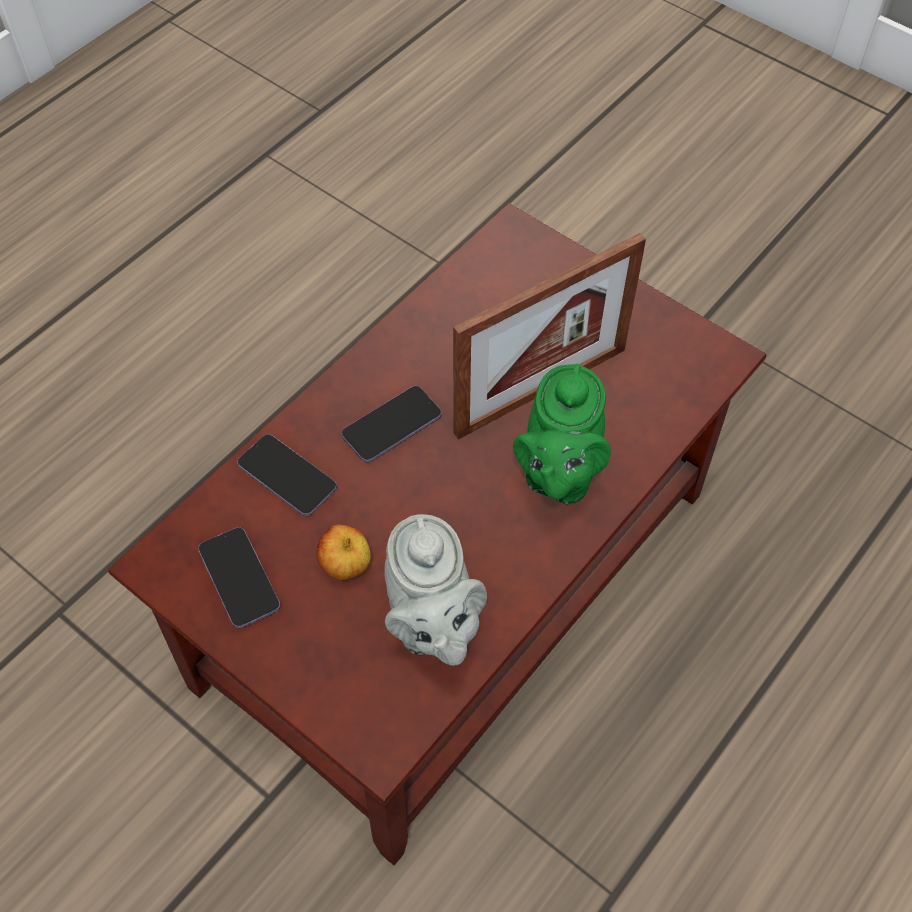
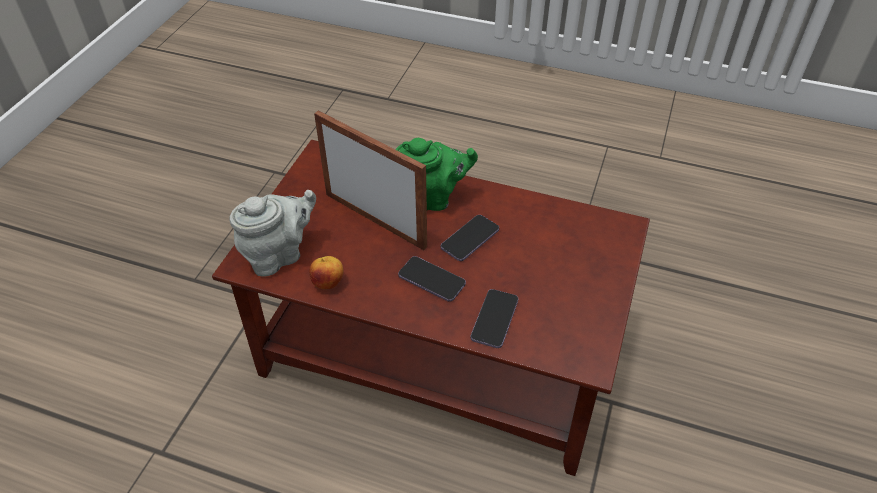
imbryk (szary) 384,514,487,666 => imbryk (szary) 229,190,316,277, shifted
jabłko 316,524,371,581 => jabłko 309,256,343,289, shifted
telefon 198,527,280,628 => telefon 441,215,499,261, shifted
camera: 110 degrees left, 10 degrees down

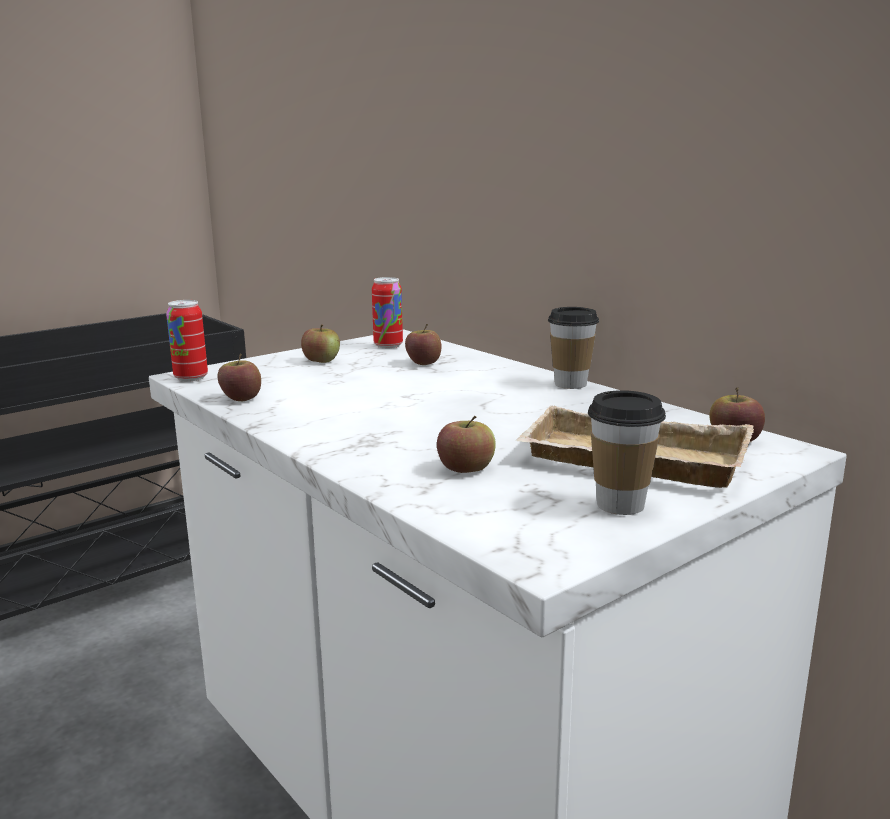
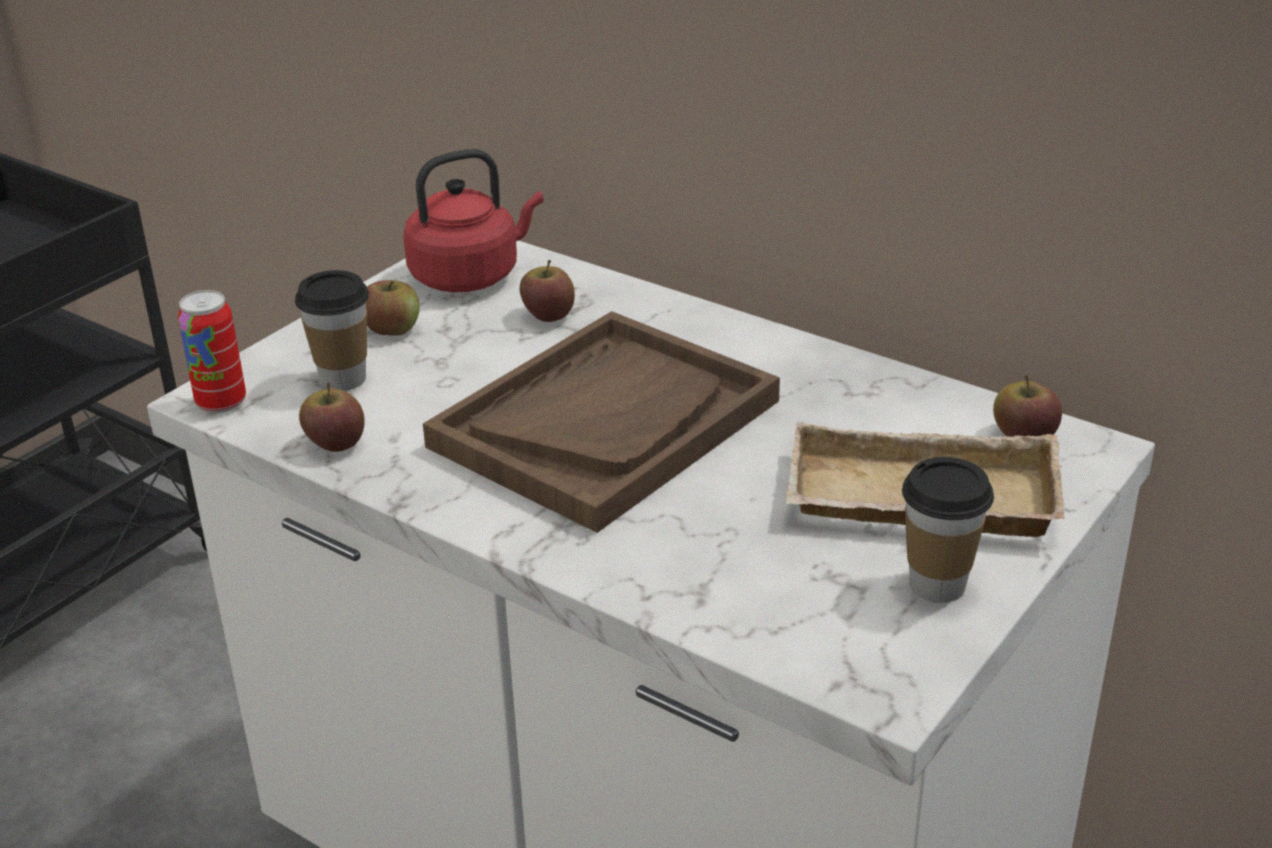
puszka 372,277,403,349 => czajnik (czerwony) 403,149,543,292
filiżanka 548,307,599,389 => filiżanka 295,270,369,391, shifted
jabłko 437,416,496,473 => nothing
nothing => taca (brązowy) 423,311,780,533
camera: 15 degrees left, 15 degrees up

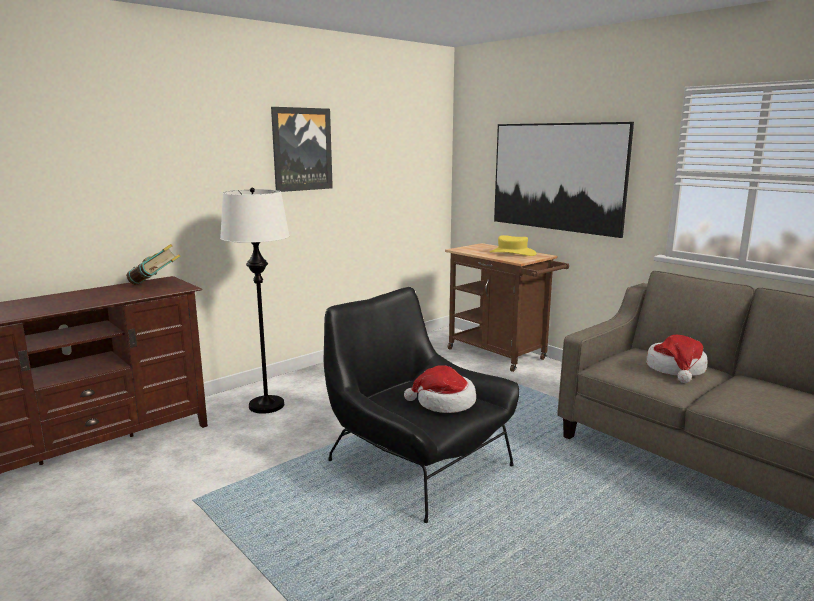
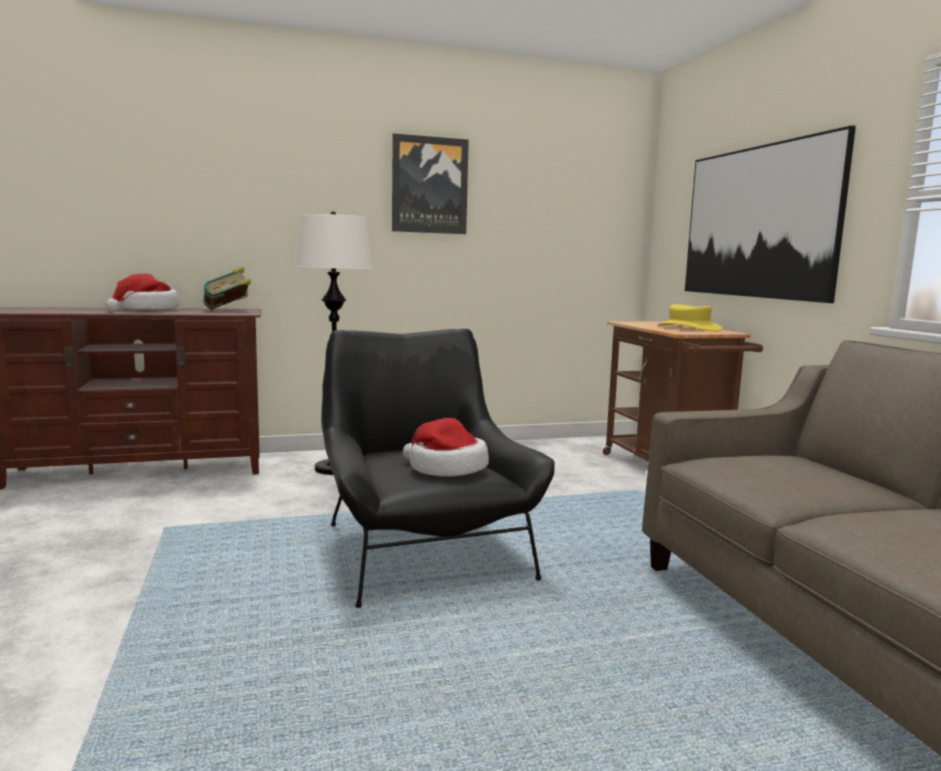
kapelusz 647,335,708,383 => kapelusz 105,273,180,312, shifted
camera: 25 degrees right, 5 degrees down

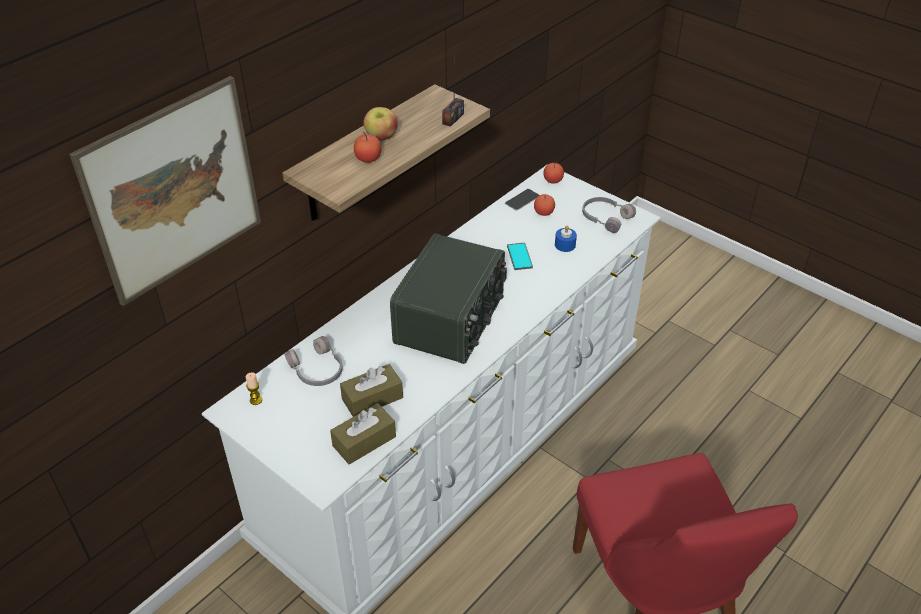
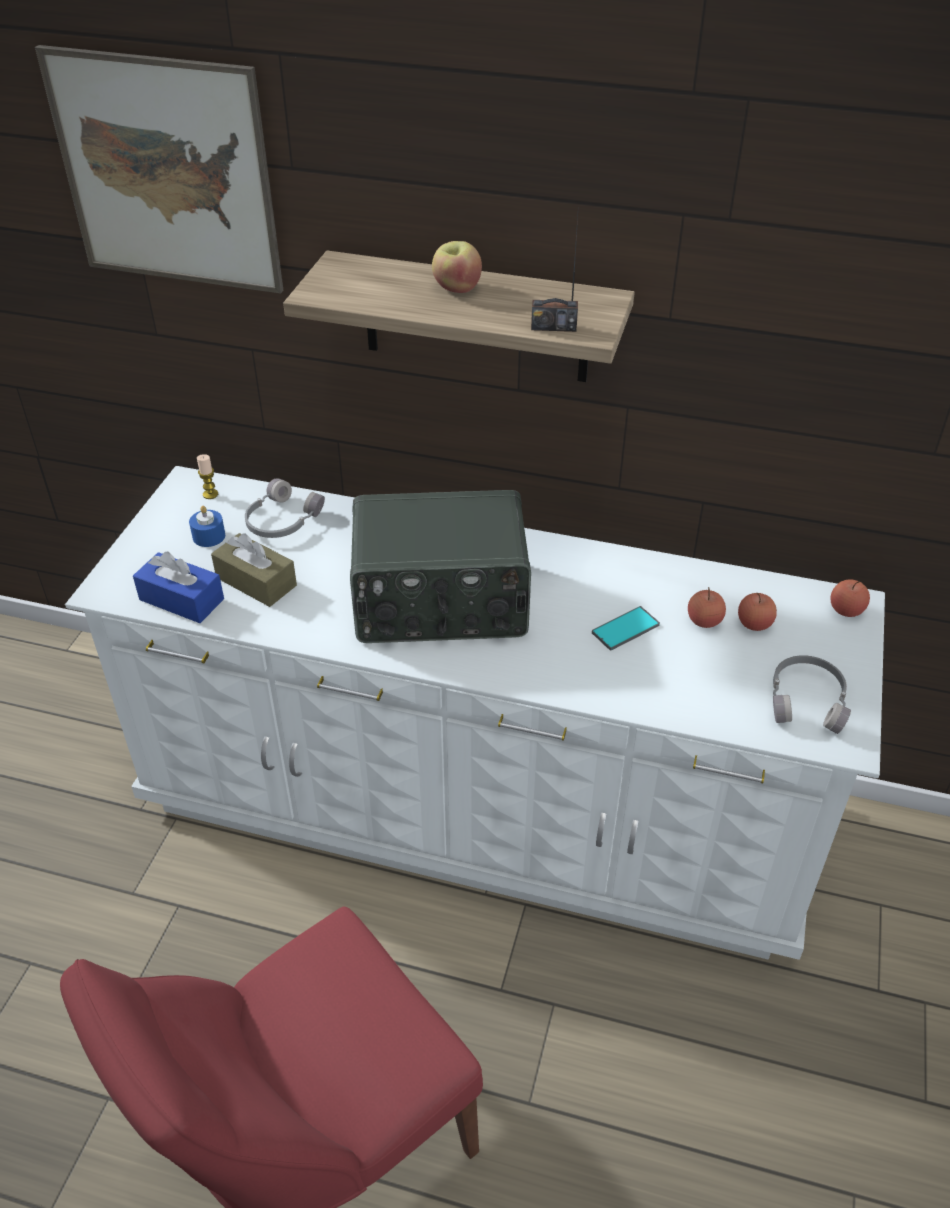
jabłko 354,132,381,163 => jabłko 688,587,726,628, shifted
telefon 505,189,539,211 => nothing
świeca (niebieski) 555,225,577,252 => świeca (niebieski) 189,506,225,547, shifted
pudełko chusteczek (brązowy) 330,403,396,465 => pudełko chusteczek (niebieski) 133,552,224,623
camera: 65 degrees right, 0 degrees up

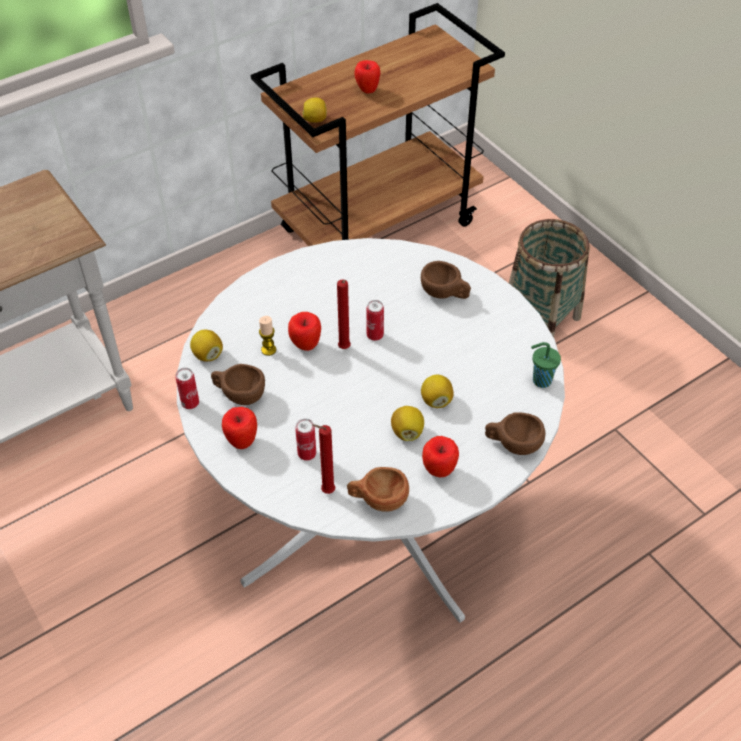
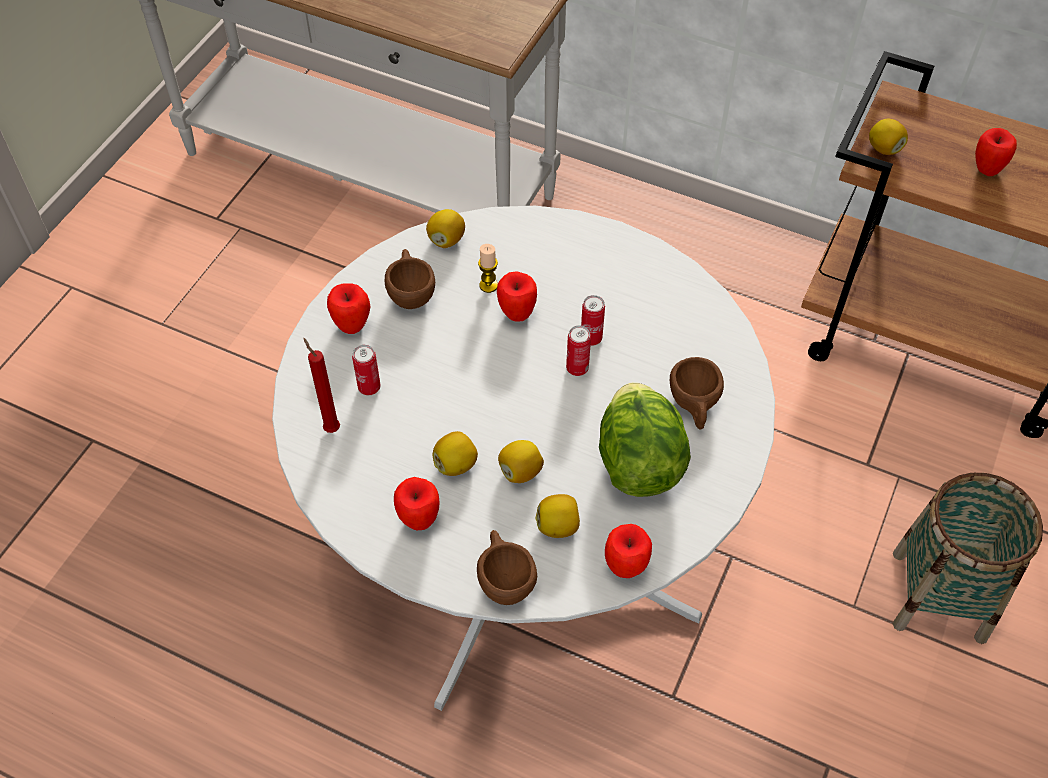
świeca (czerwony) 337,279,351,349 => nothing
filiżanka (zielony) 531,342,561,388 => jabłko 605,524,652,578
puszka 176,368,199,409 => puszka 581,295,605,346, shifted
filiżanka (brązowy) 347,467,409,512 => nothing
nothing => sałata 599,382,691,497
nothing => cytryna 536,494,580,538
camera: 60 degrees right, 5 degrees up

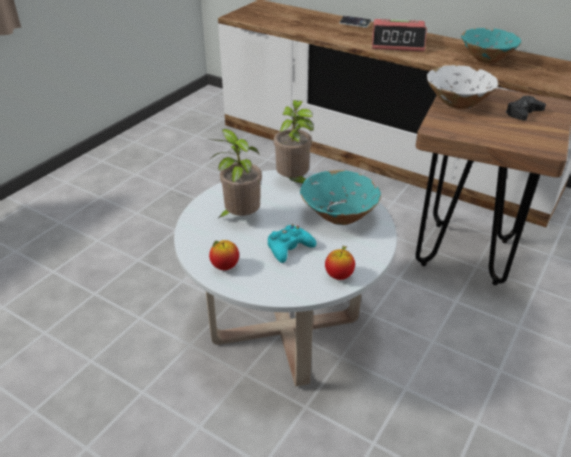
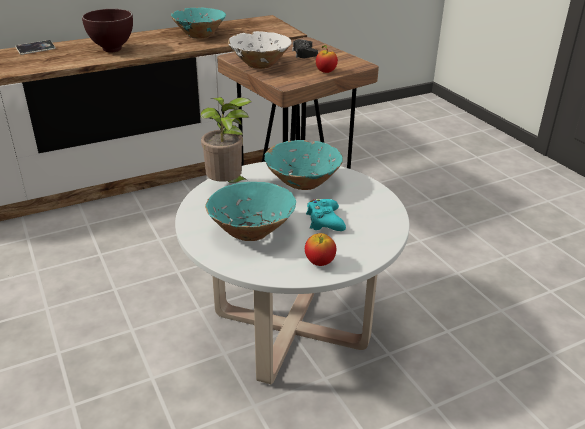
budzik 372,19,427,51 => miska (brązowy) 82,9,133,53
roślina doniczkowa 208,129,262,219 => miska (turkusowy) 205,182,296,241
jabłko 325,246,355,280 => jabłko 316,45,338,73, shifted
camera: 60 degrees left, 5 degrees down

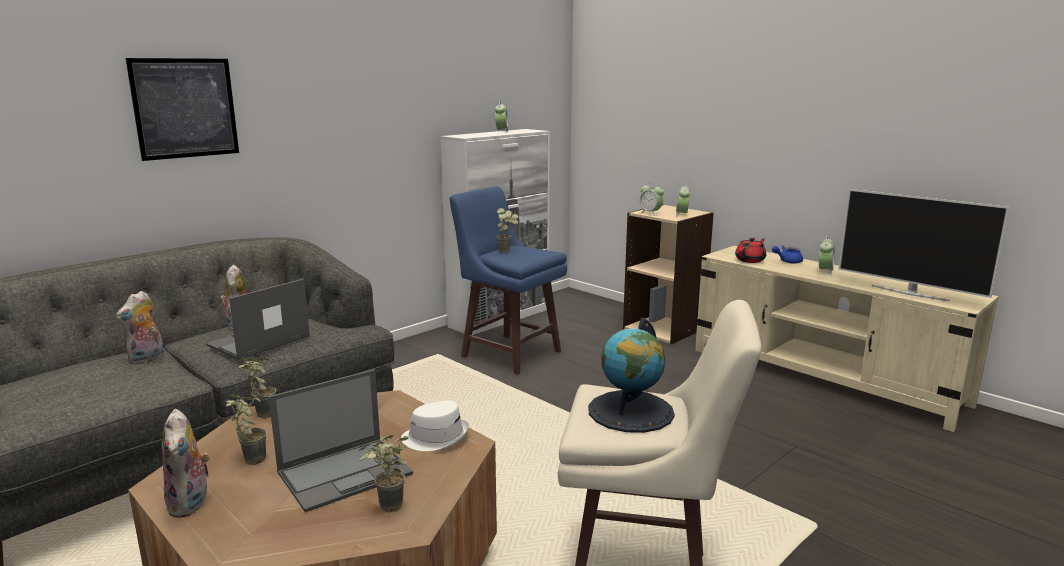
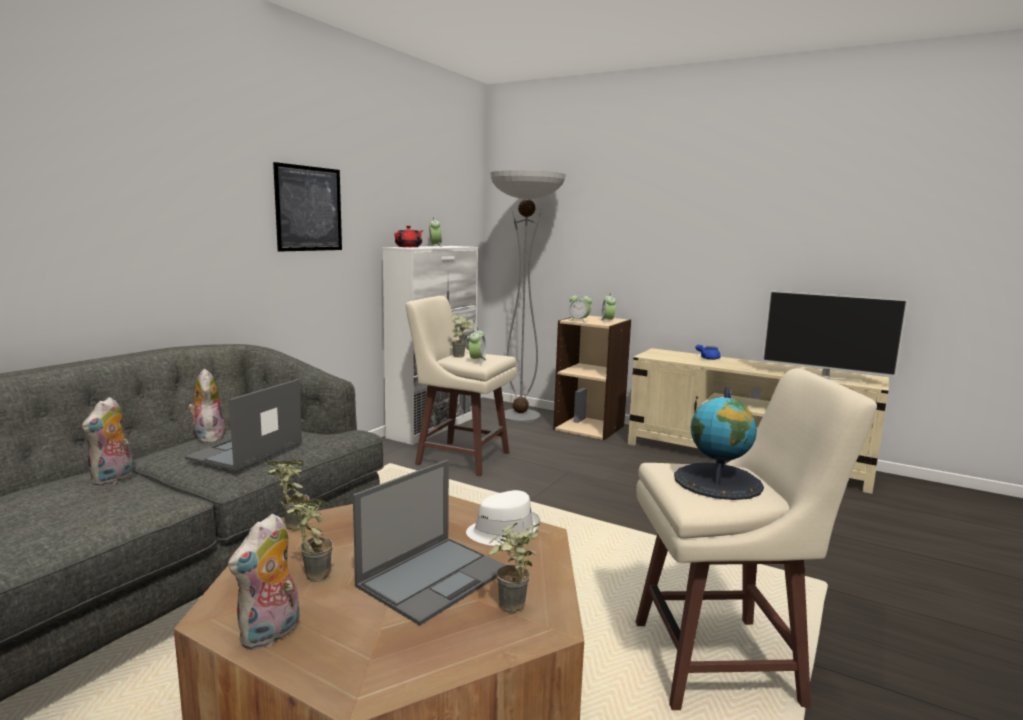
obraz 126,58,239,161 => obraz 273,162,342,252, shifted
stołek (niebieski) 449,186,567,375 => stołek (beżowy) 406,296,517,477
budzik 819,236,835,276 => budzik 469,327,487,364, shifted
imbryk (czerwony) 735,238,766,263 => imbryk (czerwony) 394,226,423,247, shifted
pluszak 162,409,210,518 => pluszak 228,514,300,650, 60 degrees clockwise
nothing => lampa stojąca 490,171,566,423
camera: 15 degrees left, 5 degrees down

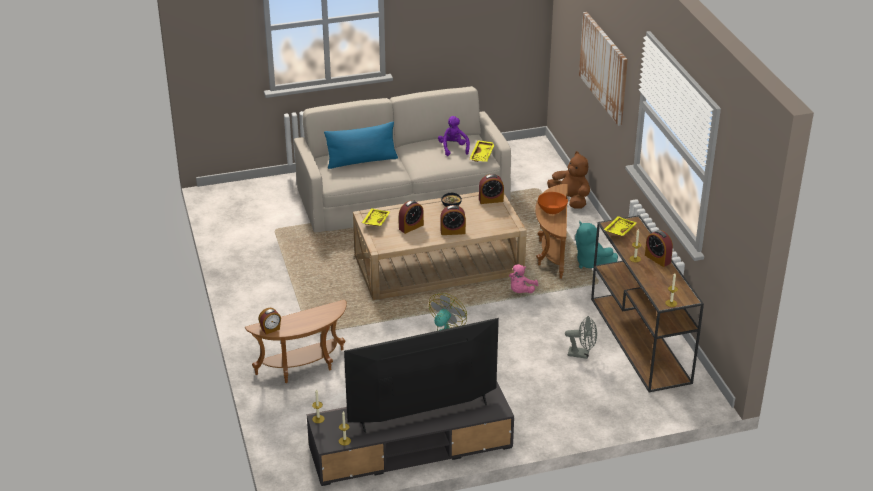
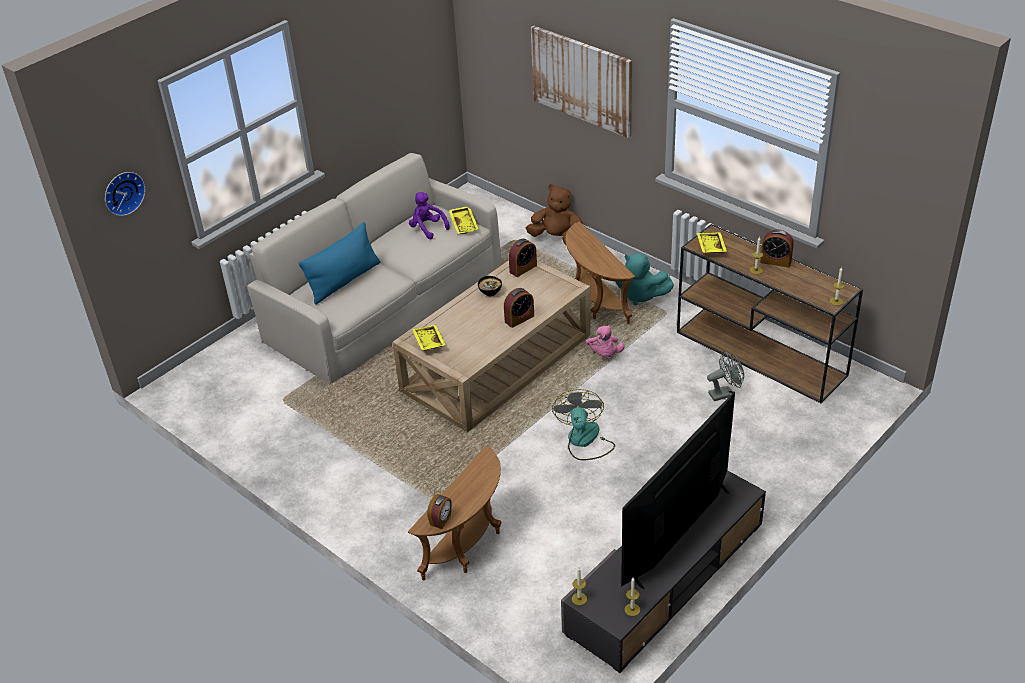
miska (pomarańczowy) 538,192,568,214 => nothing
budzik 399,200,424,234 => nothing
nothing => zegar ścienny 105,172,145,216
camera: 30 degrees left, 5 degrees up

